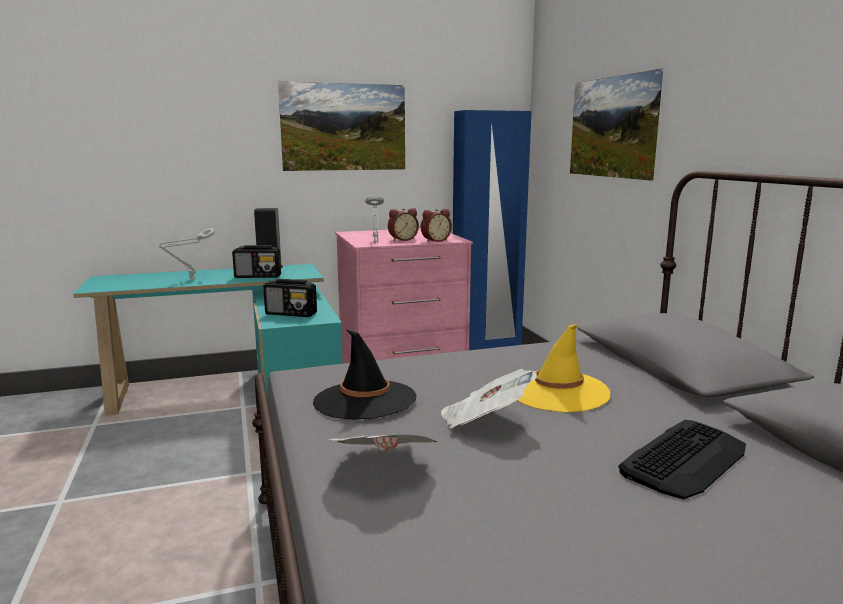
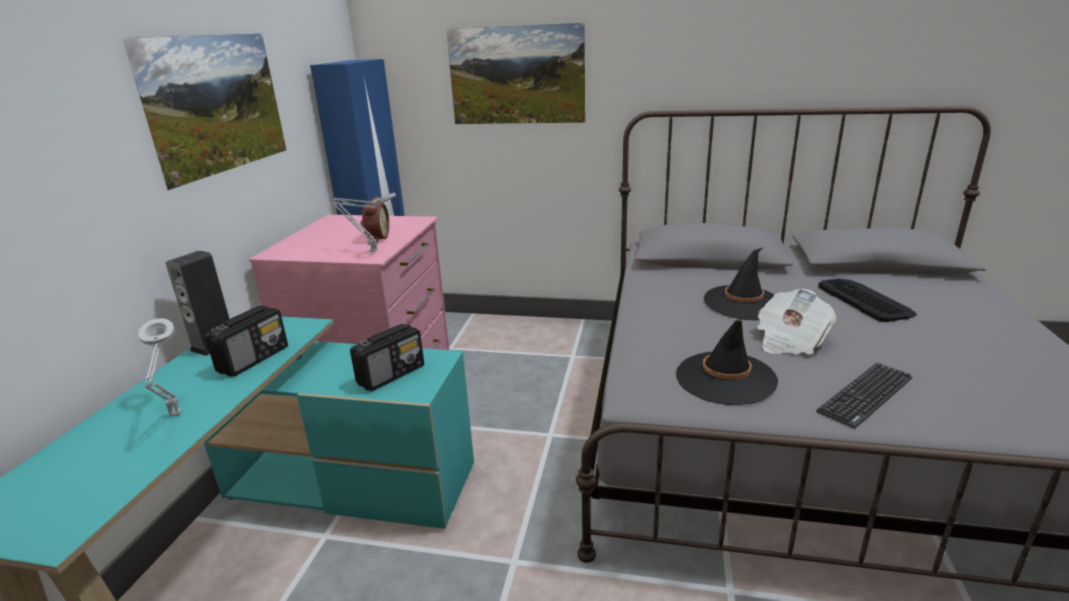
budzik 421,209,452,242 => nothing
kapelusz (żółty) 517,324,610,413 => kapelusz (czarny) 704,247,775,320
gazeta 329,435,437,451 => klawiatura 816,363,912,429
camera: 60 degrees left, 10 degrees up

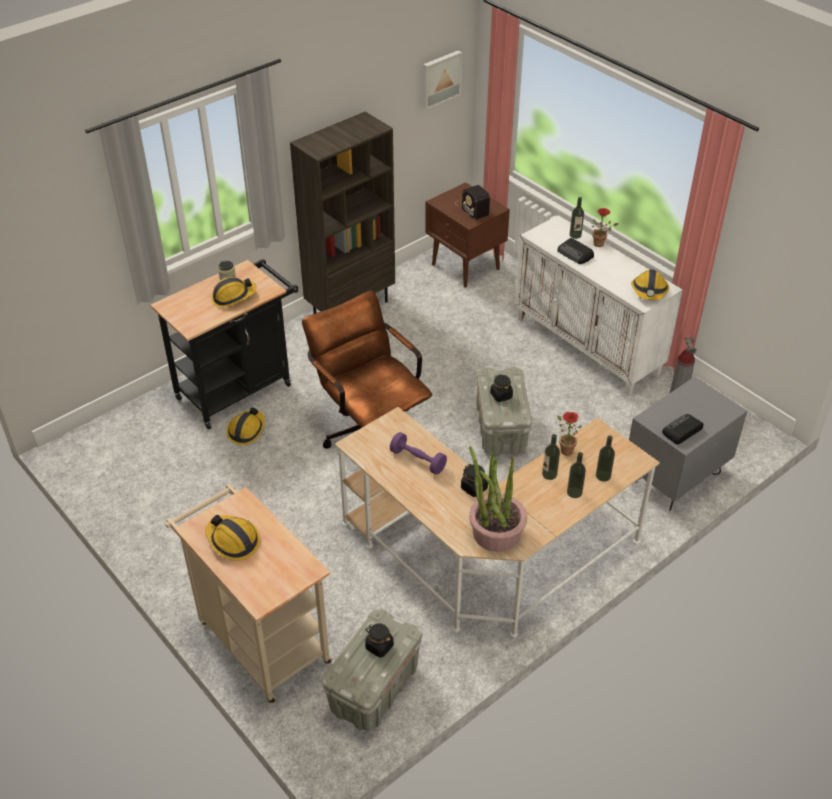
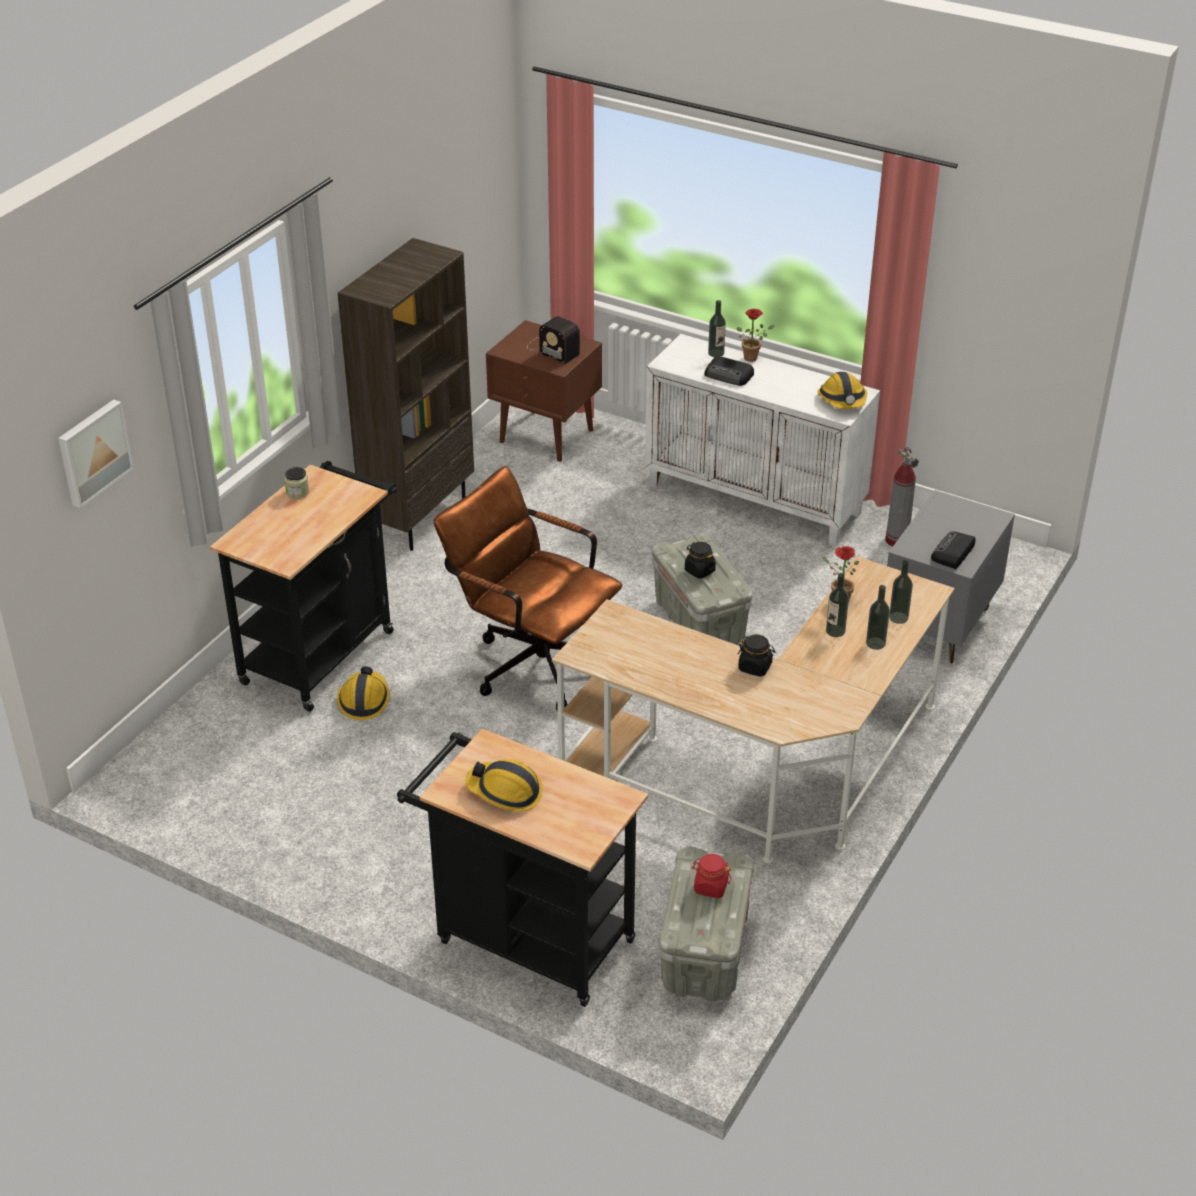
obraz 423,50,462,109 => obraz 58,399,134,508, shifted
kask 211,277,256,308 => nothing
hantel (fioletowy) 390,432,447,475 => nothing
roślina doniczkowa 469,446,527,552 => nothing
wózek (beżowy) 165,484,333,704 => wózek (czarny) 397,728,648,1007
słoik (czarny) 365,623,394,658 => słoik (czerwony) 691,854,731,898
camera: 20 degrees left, 5 degrees down

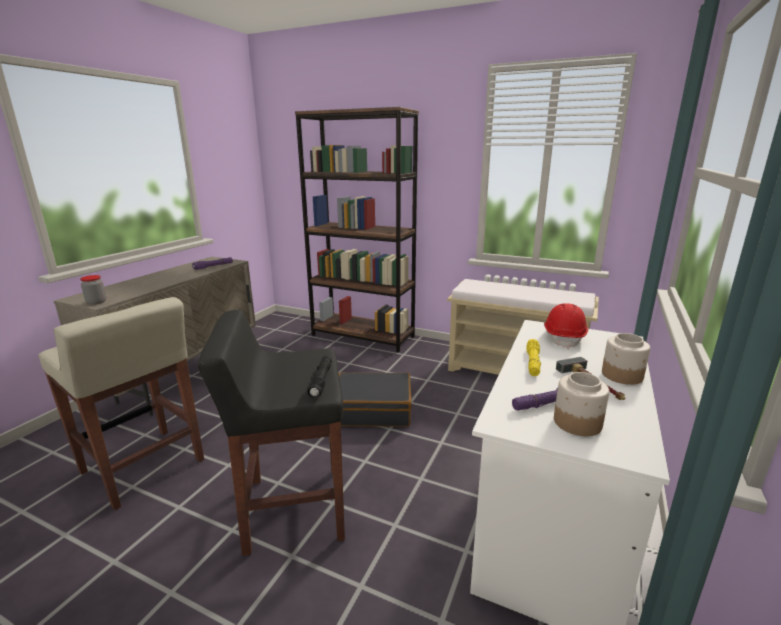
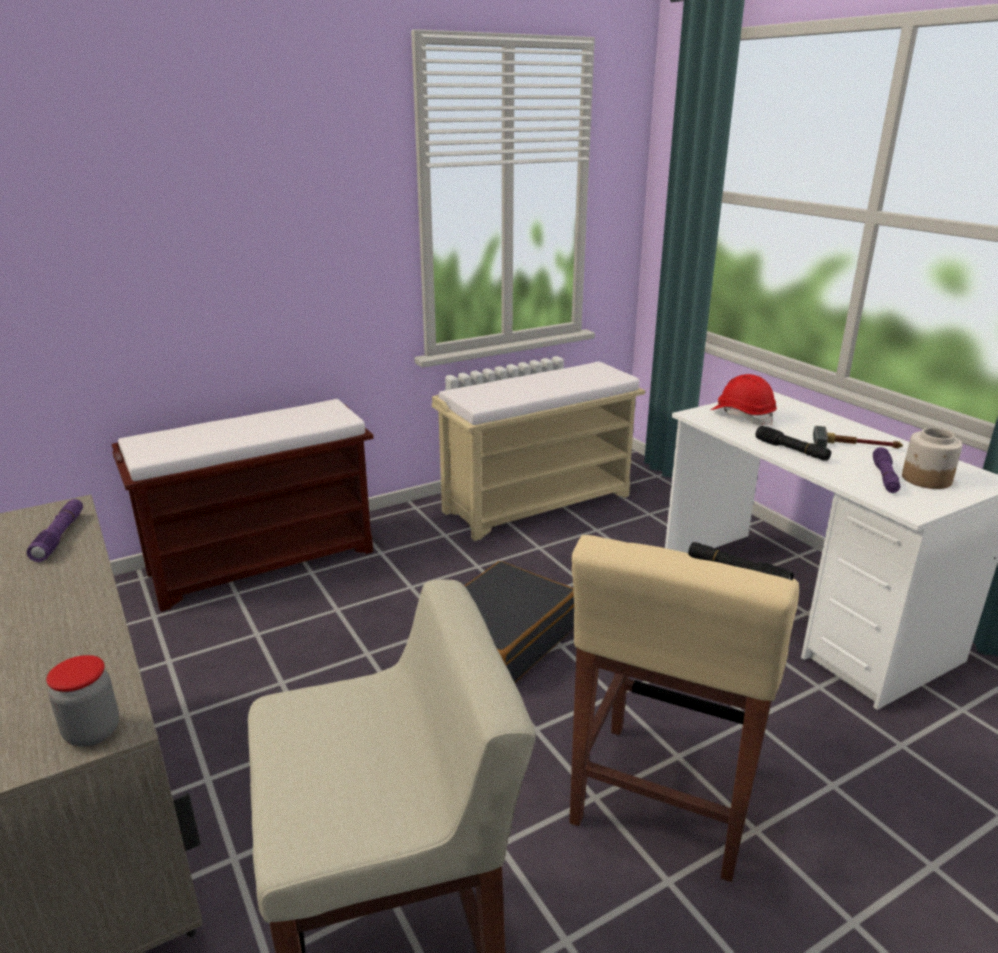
regał (brązowy) 295,107,419,352 => ławka (brązowy) 112,399,374,612
stołek (czarny) 197,309,345,556 => stołek (beżowy) 569,535,799,882
słoik 602,333,650,385 => nothing
latarka (żółty) 526,339,541,376 => latarka (czarny) 755,426,831,461
camera: 55 degrees left, 5 degrees up

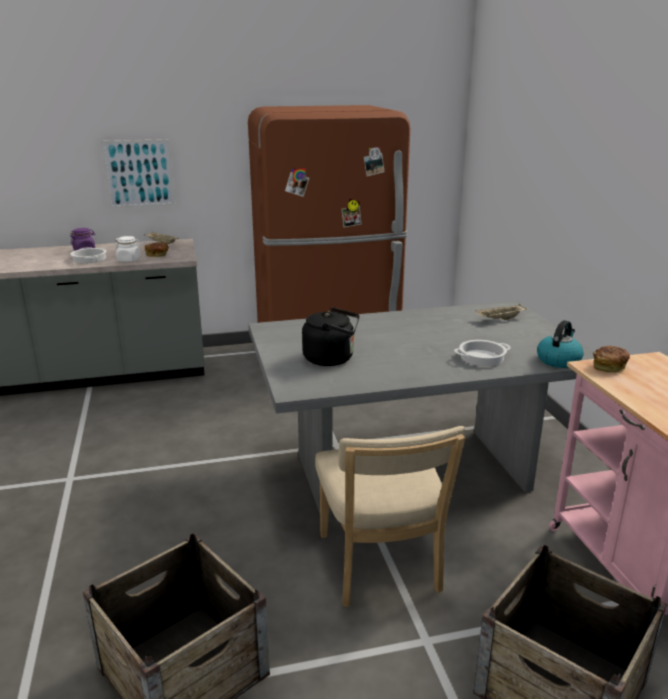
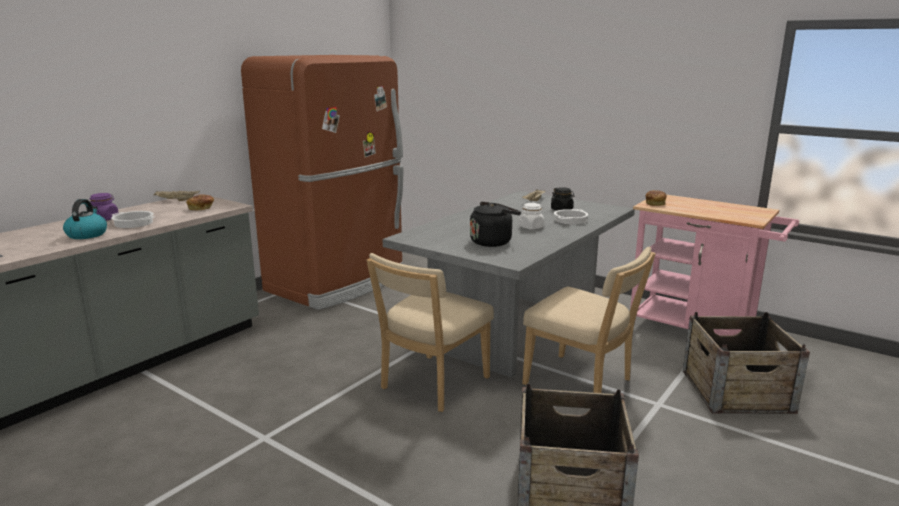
obraz 101,139,176,208 => nothing
słoik (biały) 115,236,141,262 => słoik (biały) 519,203,544,229, shifted
czajnik 537,320,584,368 => czajnik 63,199,107,239, shifted
nothing => słoik (czarny) 551,187,574,211
nothing => krzesło (beżowy) 367,253,494,412
camera: 40 degrees left, 5 degrees down

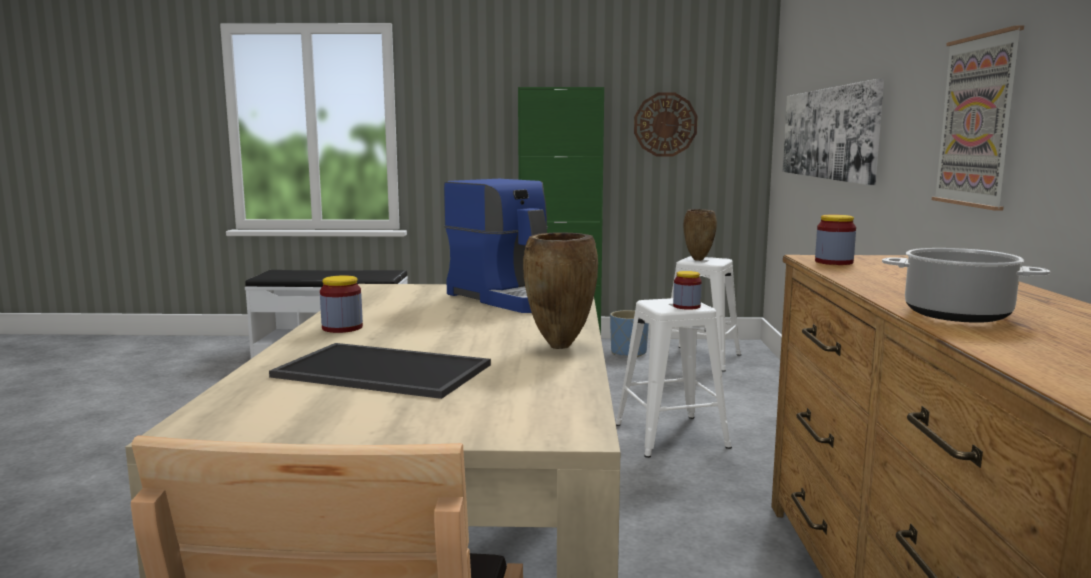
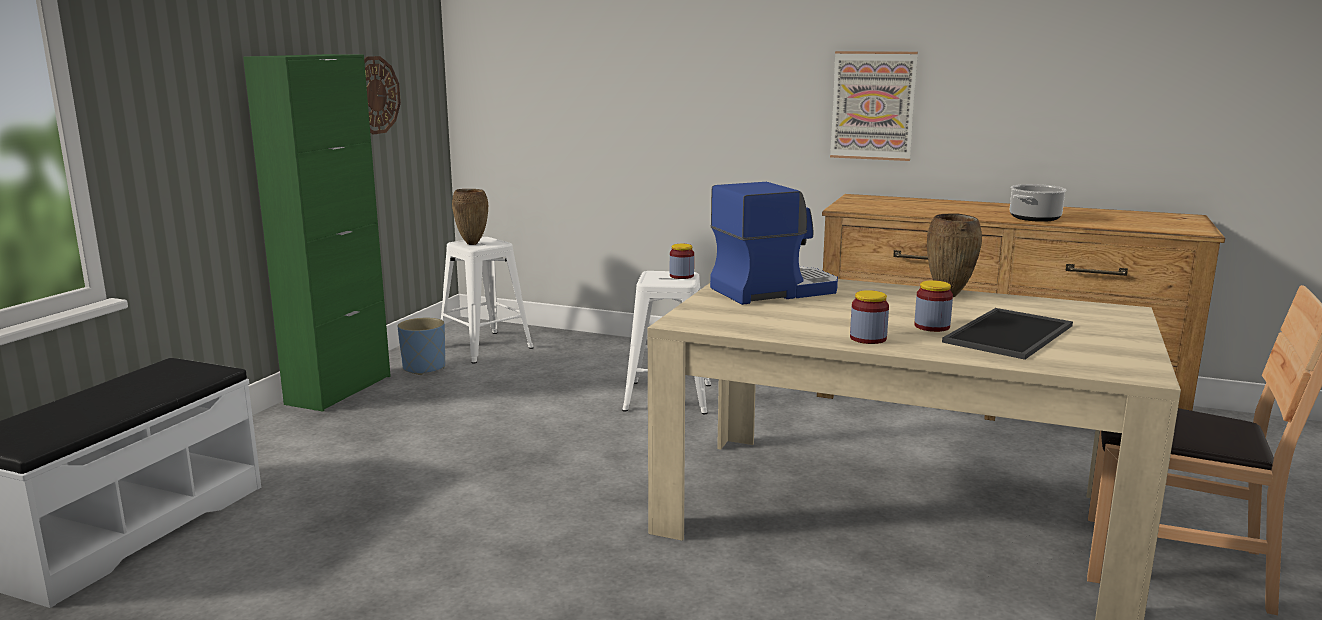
obraz 782,79,884,185 => nothing
słoik 815,215,856,265 => słoik 914,280,953,332, shifted
camera: 70 degrees left, 5 degrees up

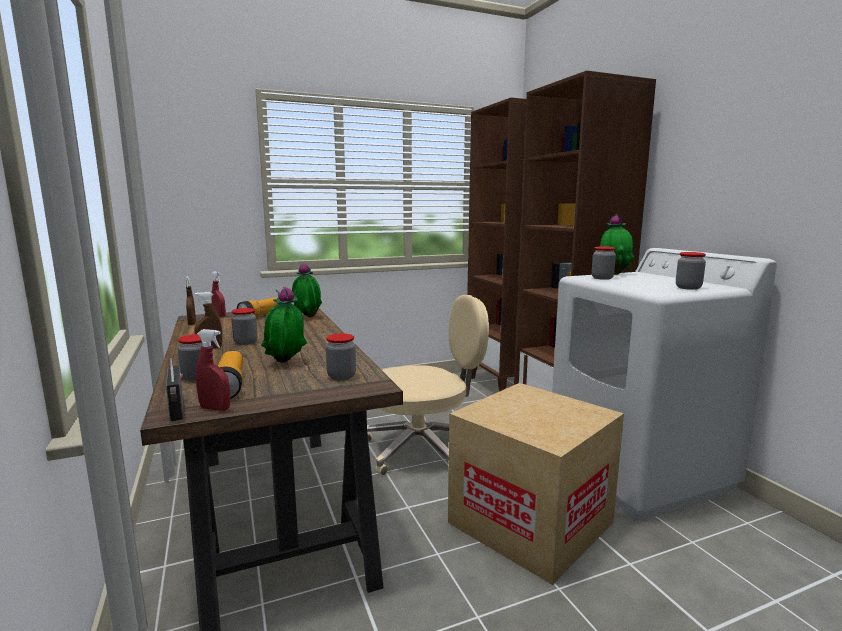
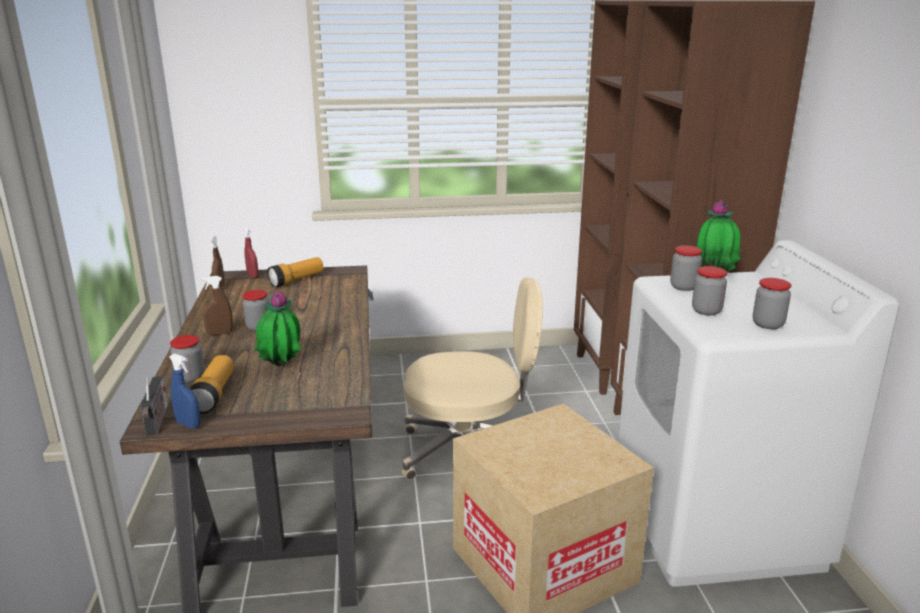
roślina doniczkowa 292,263,322,317 => nothing
spryskiwacz (czerwony) 196,329,230,411 => spryskiwacz (niebieski) 169,353,201,428
słoik 326,333,356,380 => słoik 692,266,727,316, shifted
camera: 15 degrees right, 10 degrees up

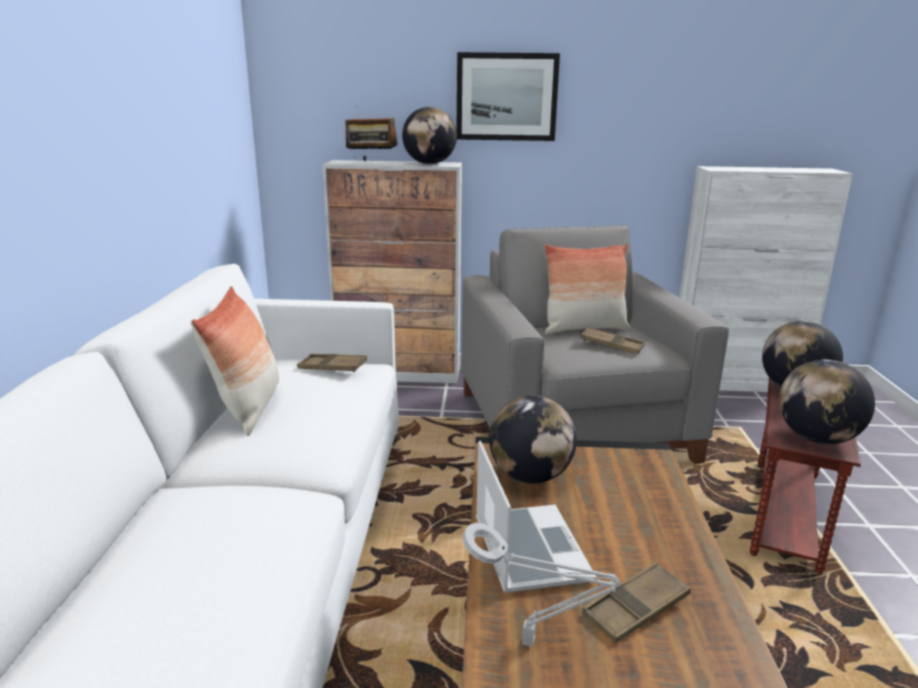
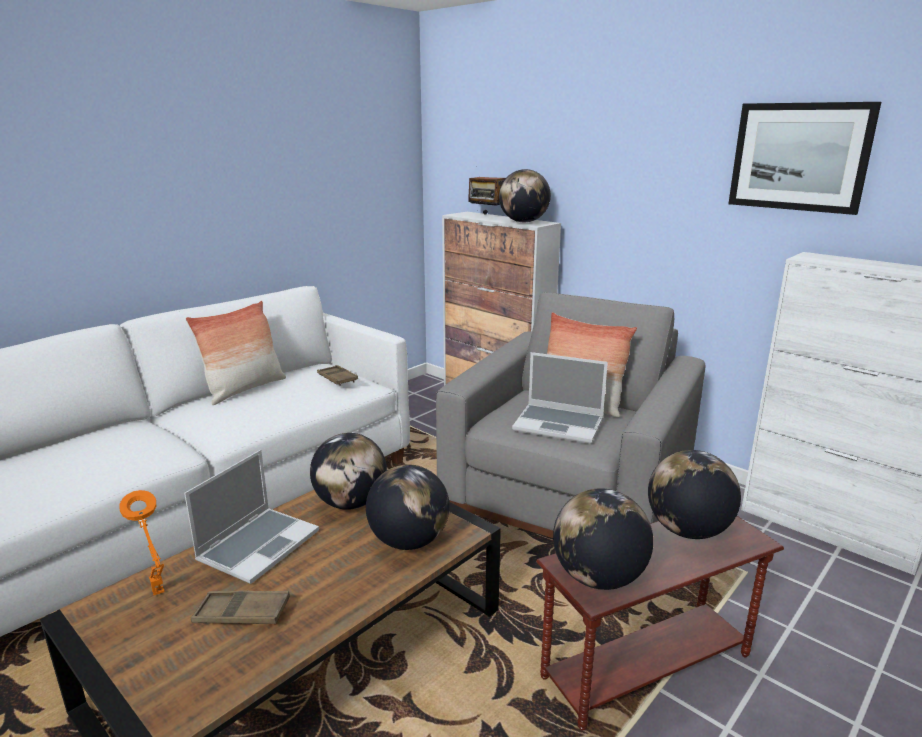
obraz 457,52,560,141 => obraz 728,102,881,215, shifted
taca (brązowy) 580,327,645,354 => laptop 512,352,608,444
lampa stołowa (szary) 462,523,619,647 => lampa stołowa (pomarańczowy) 120,490,165,595
nothing => globus 366,464,450,550
camera: 40 degrees right, 0 degrees up

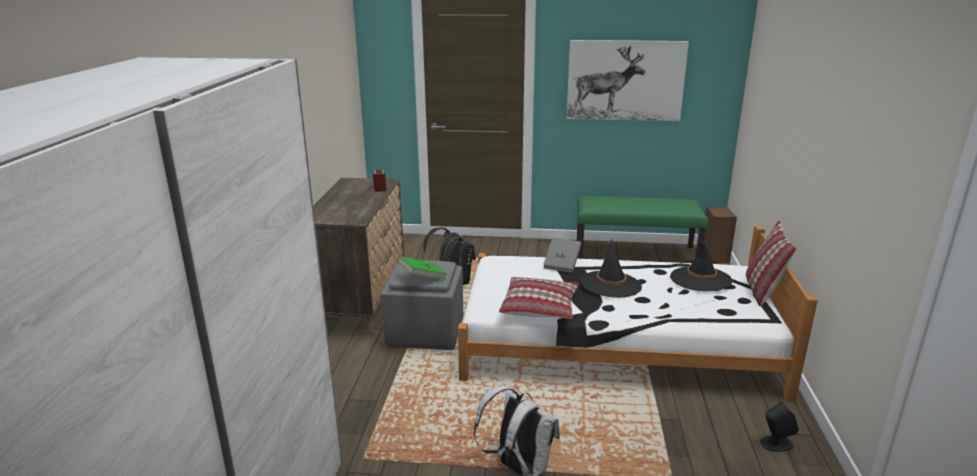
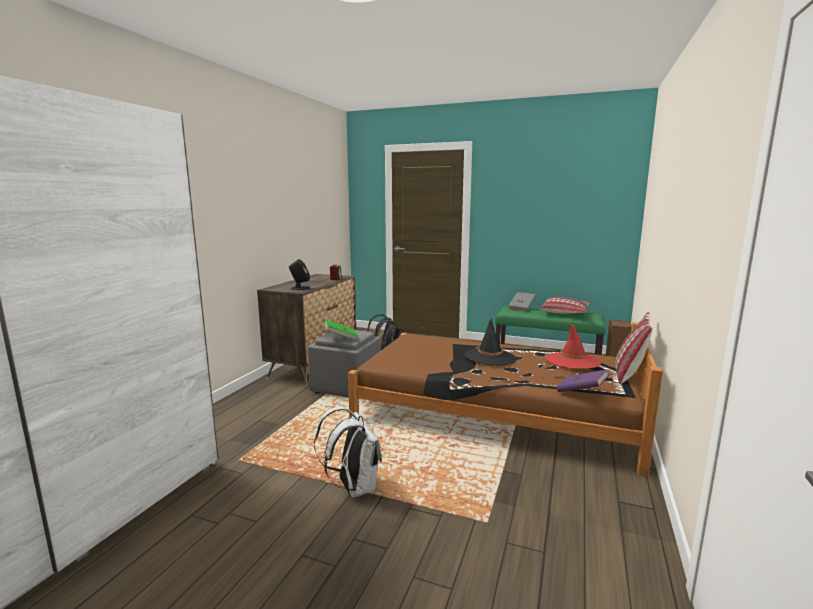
obraz 567,40,689,121 => nothing
łóżko (biały) 458,226,818,401 => łóżko (brązowy) 348,322,663,477
książka (szary) 543,238,582,273 => książka (szary) 508,292,536,311, shifted
kapelusz (czarny) 670,241,732,291 => kapelusz (czerwony) 546,324,602,369
poduszka 499,277,579,319 => poduszka 540,297,590,314, shifted
głośnik (czarny) 760,401,799,452 => głośnik (czarny) 289,259,310,290, shifted
nothing => książka (fioletowy) 556,370,609,392
camera: 15 degrees right, 10 degrees down

